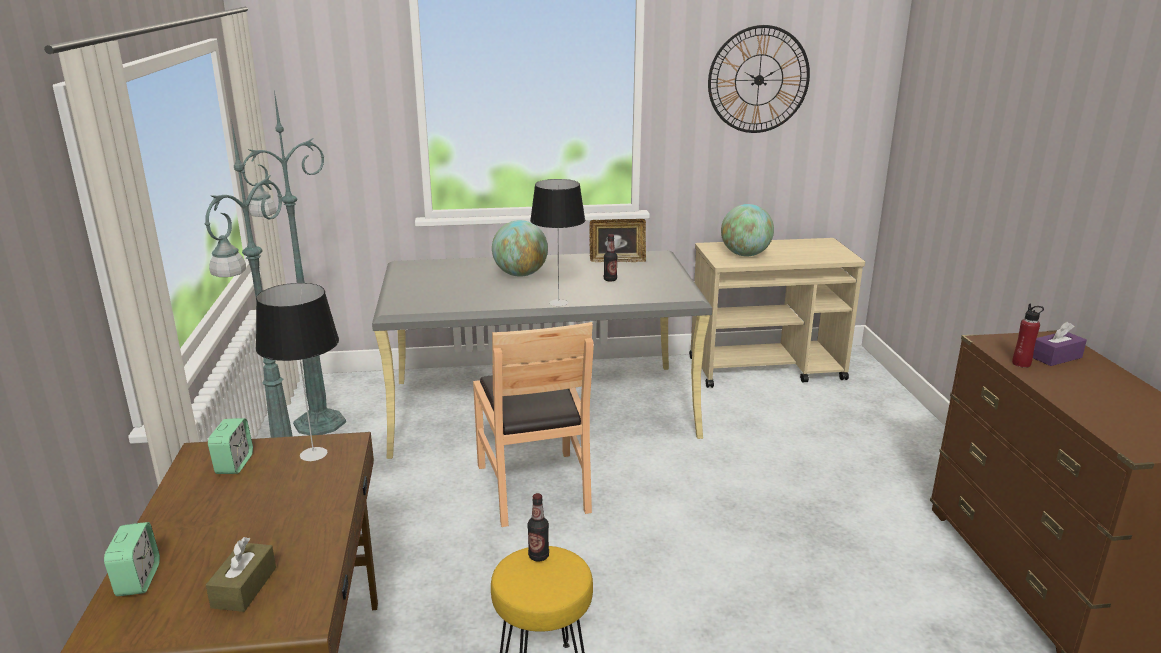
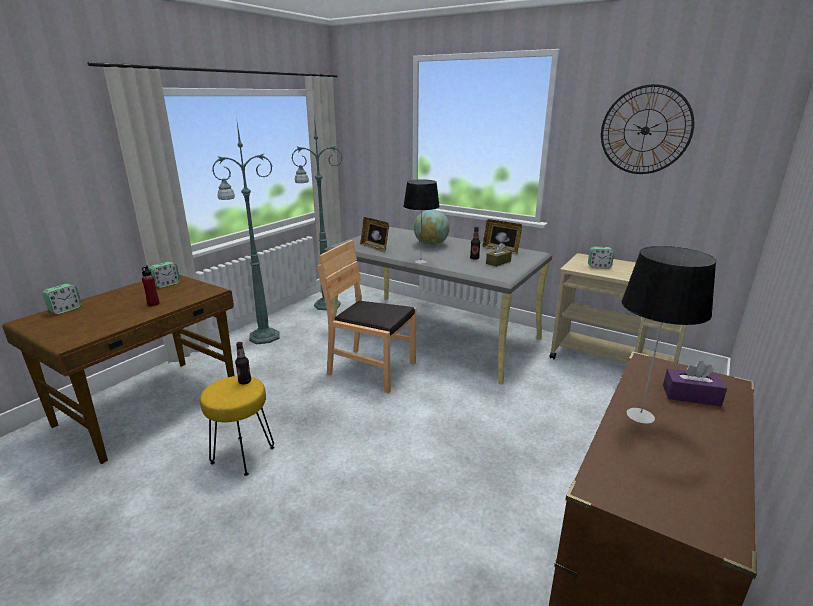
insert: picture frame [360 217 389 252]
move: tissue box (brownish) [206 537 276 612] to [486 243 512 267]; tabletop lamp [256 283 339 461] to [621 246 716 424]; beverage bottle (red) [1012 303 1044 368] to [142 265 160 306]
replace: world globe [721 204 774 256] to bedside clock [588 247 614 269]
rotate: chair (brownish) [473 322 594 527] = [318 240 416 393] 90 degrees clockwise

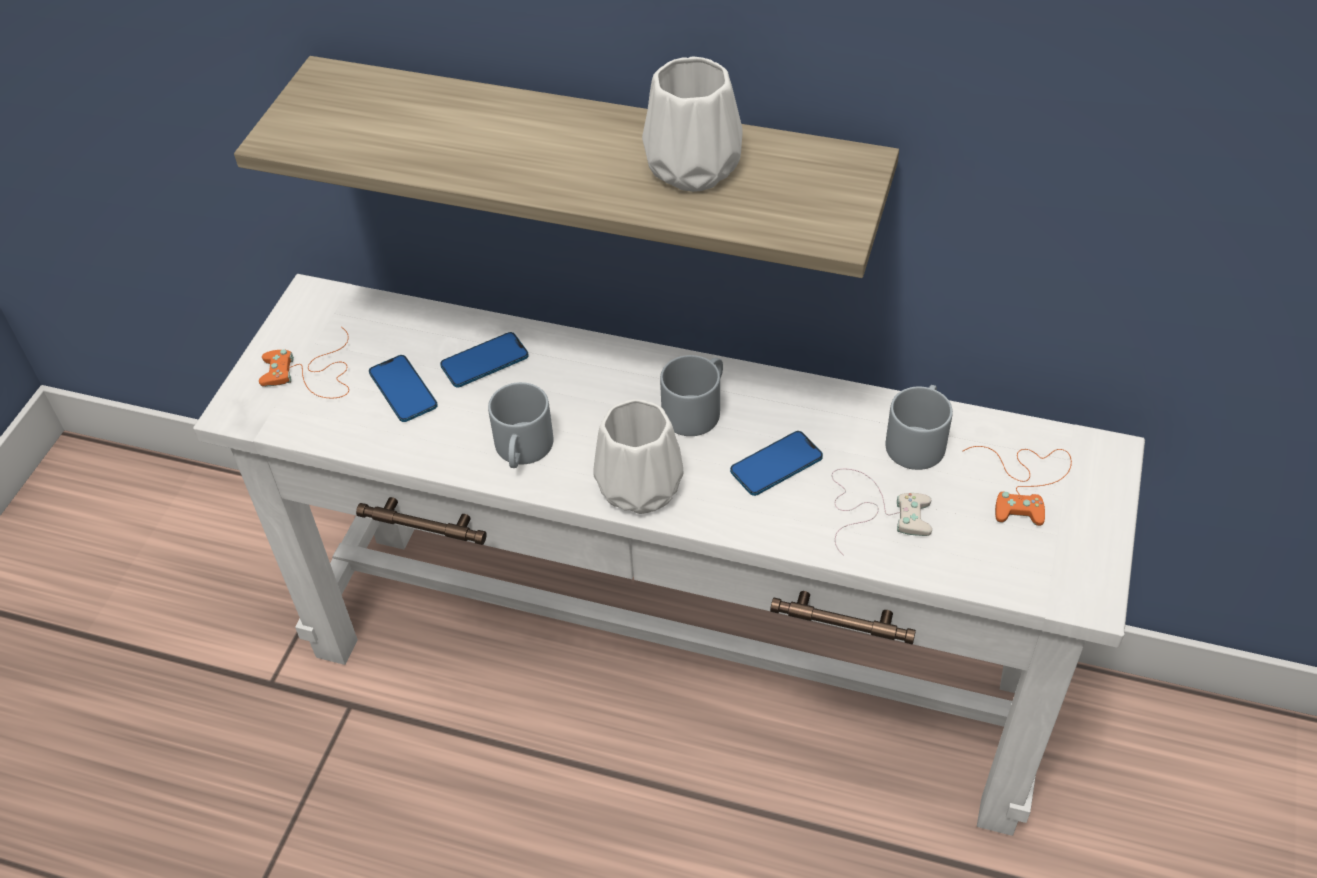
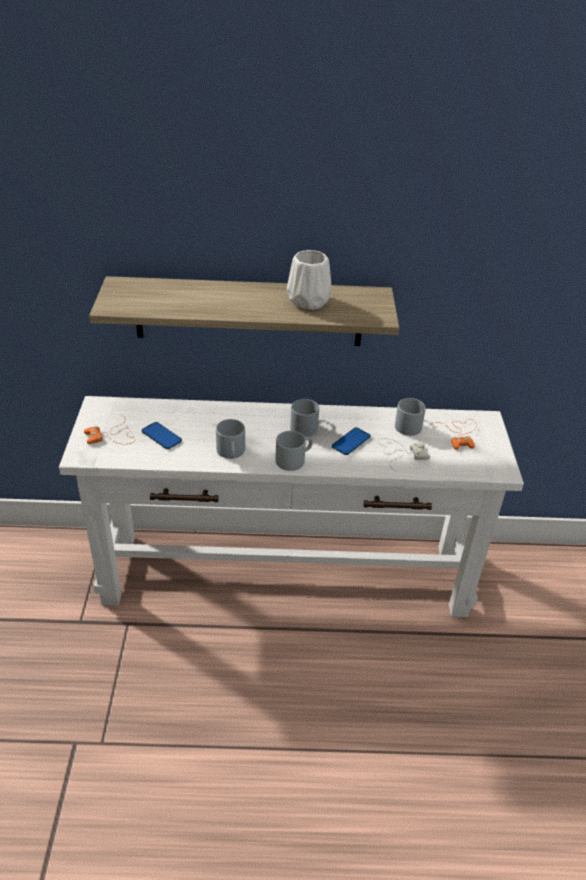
delete: handset [440 332 529 387]
replace: vase (white-coloured) [593 399 683 514] to tea mug (grey) [275 431 313 471]

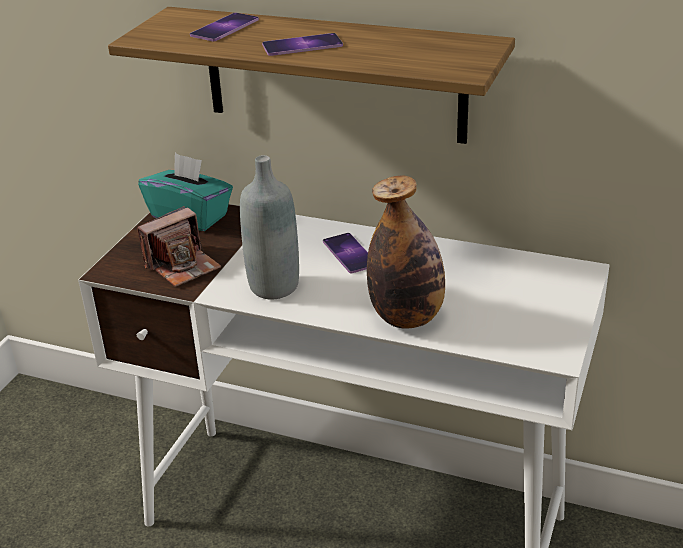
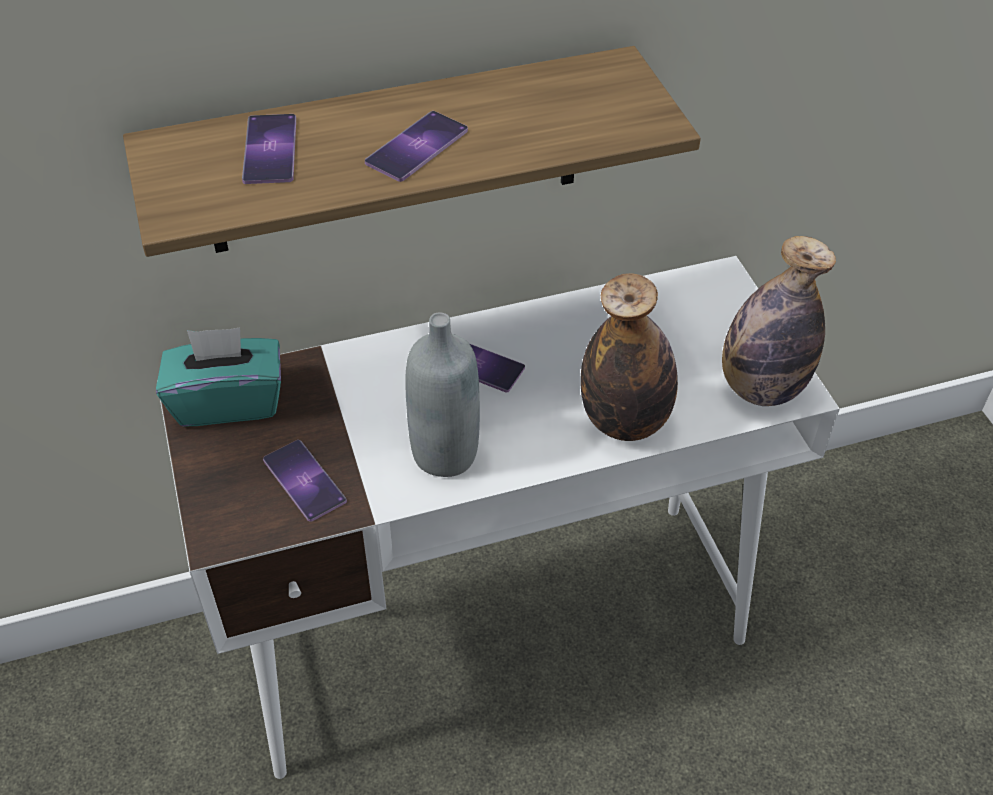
insert: beverage bottle [722 236 836 406]
replace: still camera [137 206 221 287] to handset [263 440 347 522]

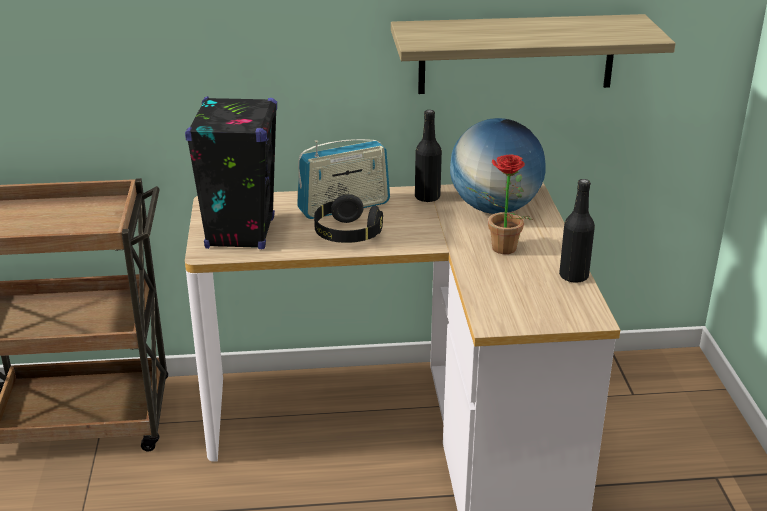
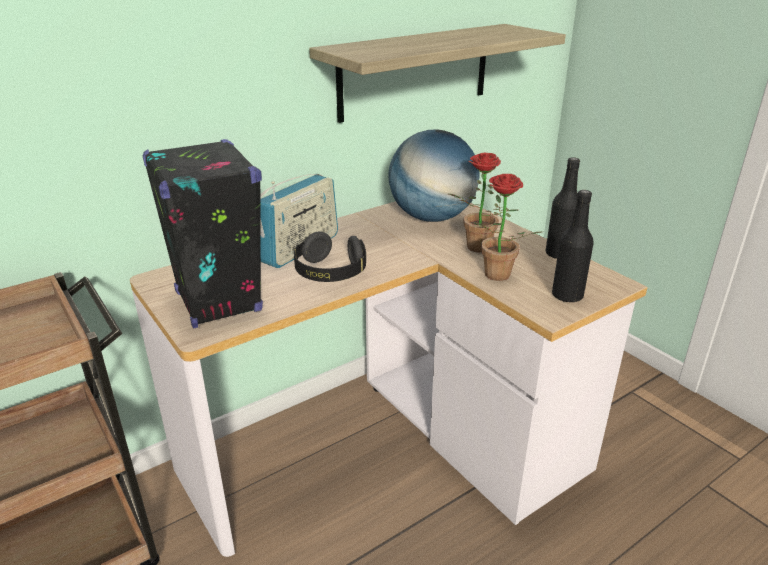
insert: plant in a pot [473 174 541 281]
move: beverage bottle (black-coloured) [415 110 442 202] to [552 190 594 302]

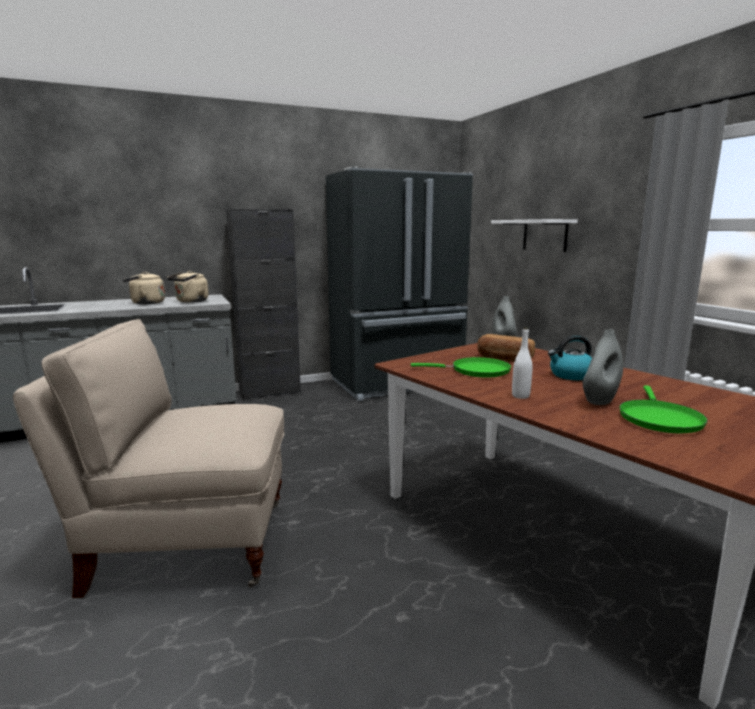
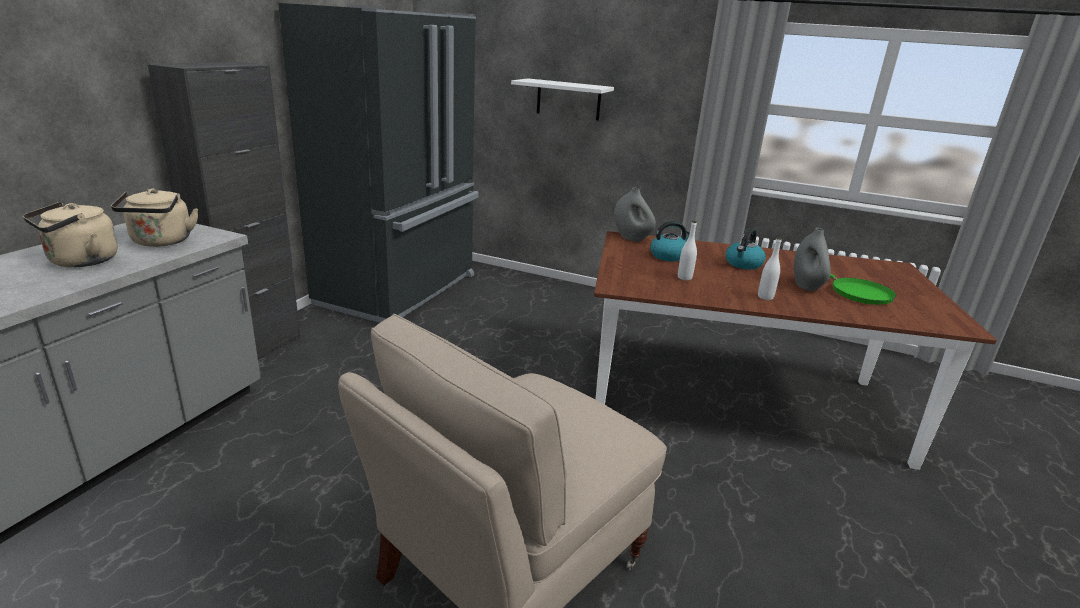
replace: pan (greenish) [411 357 511 378] to beverage bottle (white-coloured) [678 221 697 280]; bread [477 334 535 361] to water kettle [650 221 690 261]

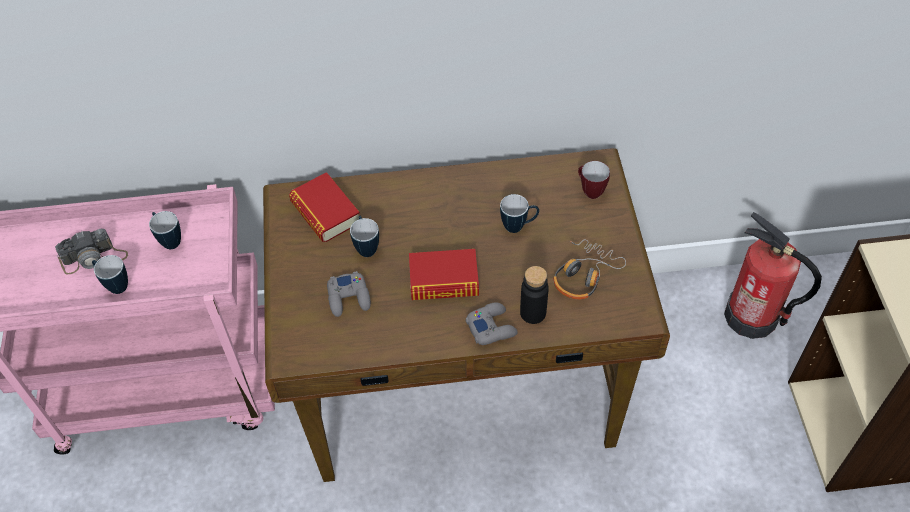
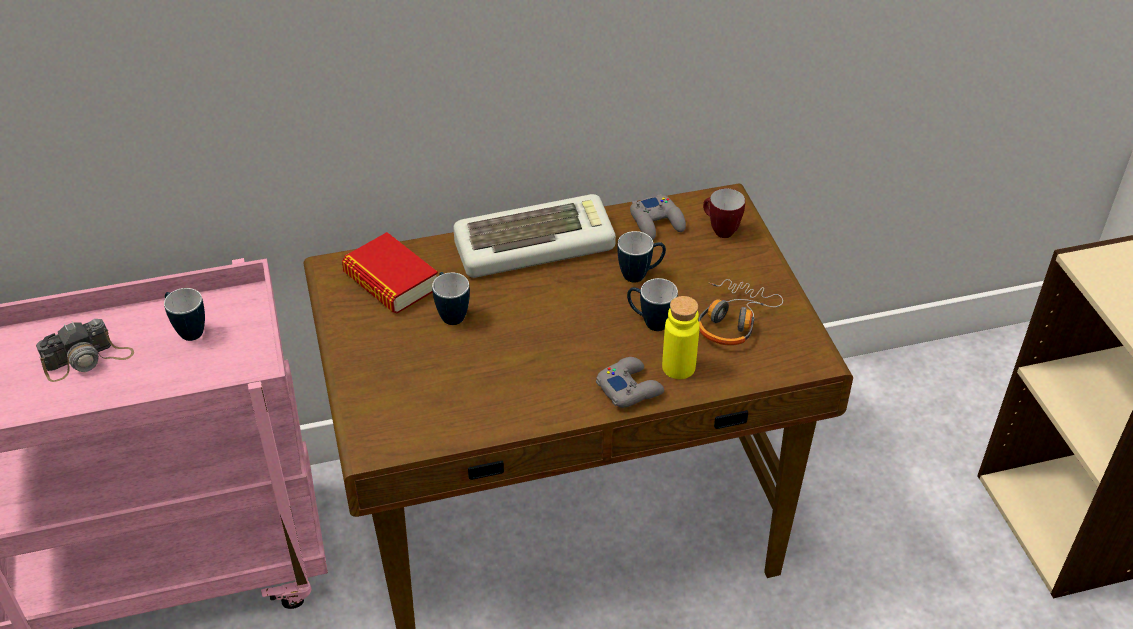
delete: volume [409 249 479 300]; extinguisher [724 212 822 339]
insert: PC keyboard [453 194 616 278]
move: tea mug [92 255 128 294] to [627 278 678 331]; gamepad (grey) [327 271 371 317] to [630 194 686 240]
recolor: beverage bottle (black-coloured) [520 266 549 324] to beverage bottle (yellowish) [662 296 700 379]

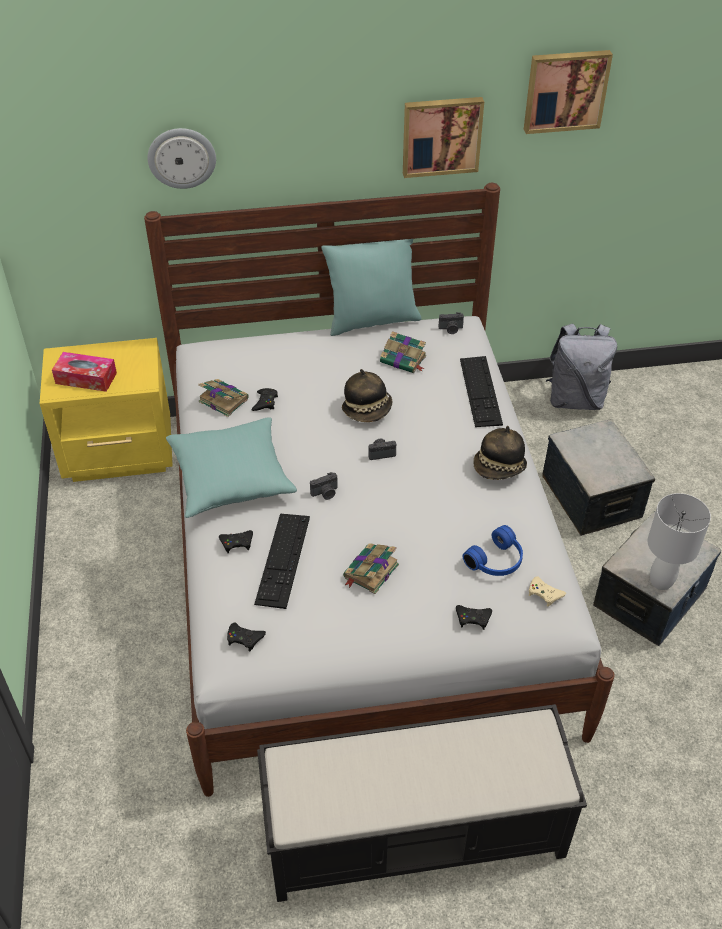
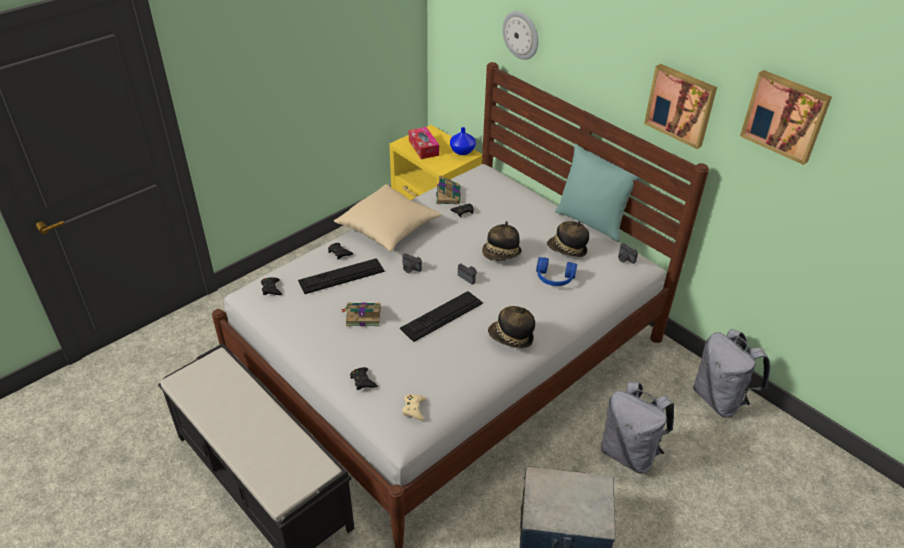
delete: tabletop lamp (white-coloured) [648 493 711 590]
insert: vase (blue) [450 127 476 155]
move: PC keyboard [460 356 503 427] to [399 291 483 342]; headphones (blue) [463 525 523 576] to [536 257 577 286]
replace: volume [380 331 426 373] to wearable hat [547 221 589 257]; storage container [542 419 655 536] to rucksack (grey) [601 381 674 474]
recolor: pillow (blue-green) [166 418 297 518] to pillow (beige-coloured) [334 184 442 252]

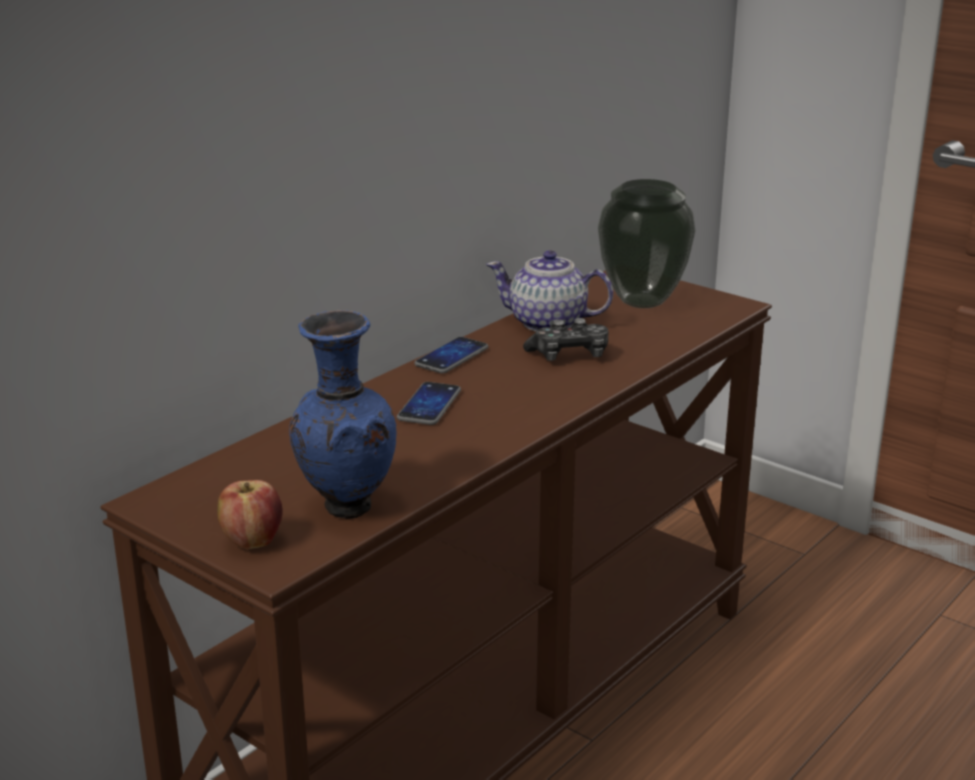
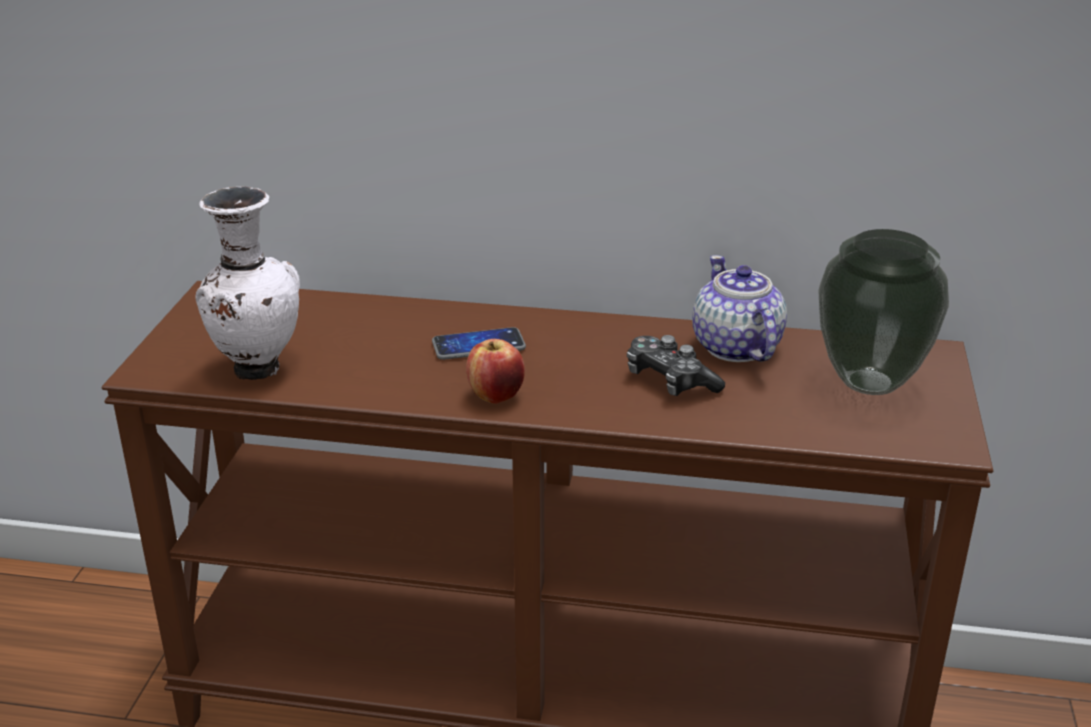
delete: handset [414 337 488 373]
move: apple fruit [217 480 283 549] to [466 339 525 404]
recolor: vase (blue) [289 310 397 519] to vase (white-coloured) [195 187 300 380]

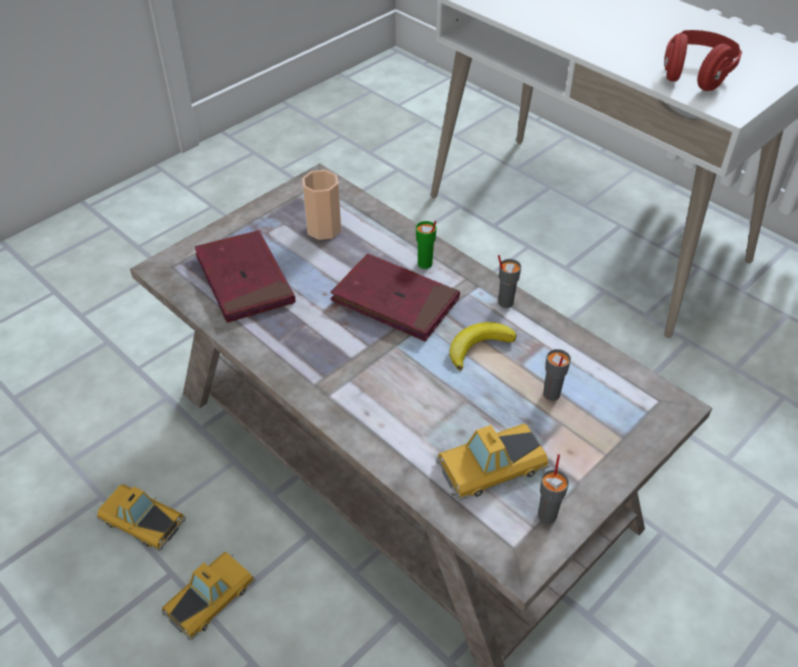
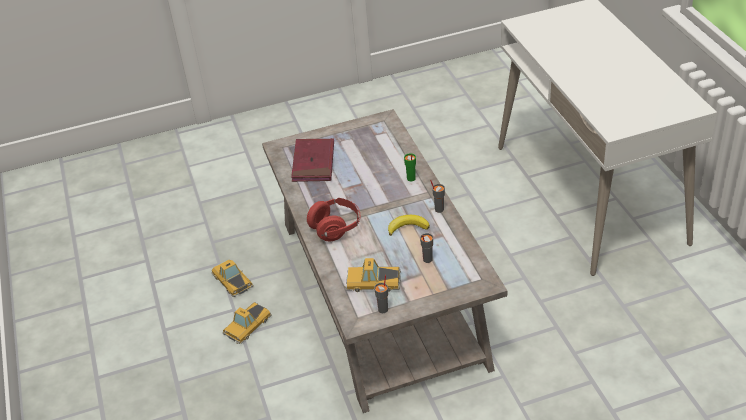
delete: cup [302 170 341 240]; volume (red) [330 254 460 341]
move: headphones (red) [664 30 742 91] to [307 198 360 241]
rotate: model car [161 552 255 640] = [223 302 272 344] 150 degrees clockwise

